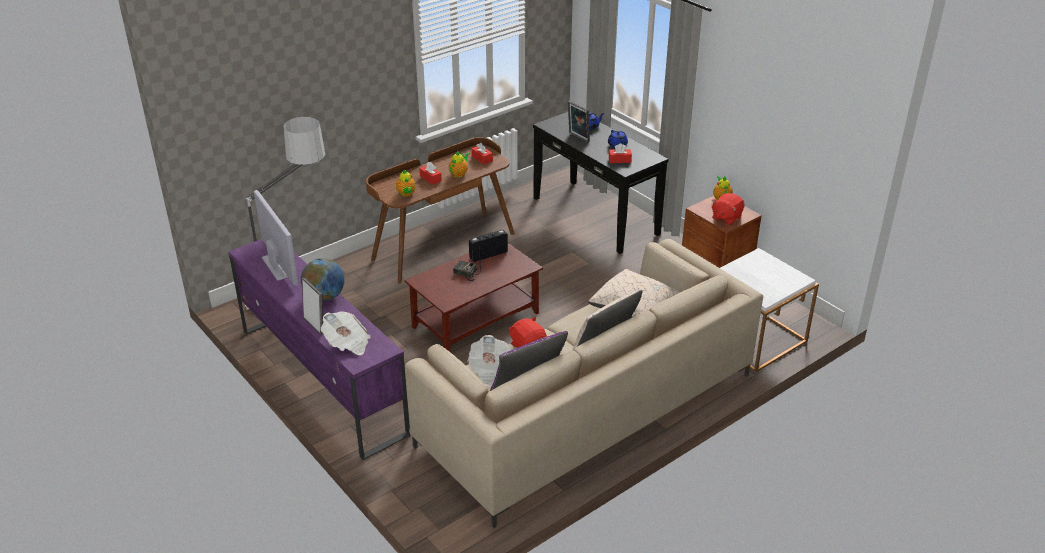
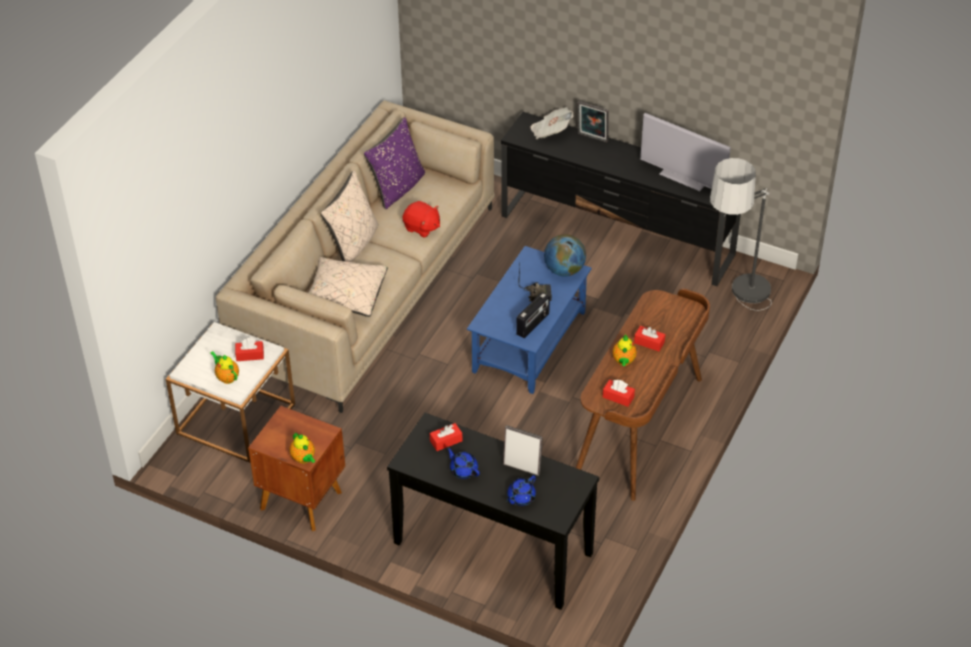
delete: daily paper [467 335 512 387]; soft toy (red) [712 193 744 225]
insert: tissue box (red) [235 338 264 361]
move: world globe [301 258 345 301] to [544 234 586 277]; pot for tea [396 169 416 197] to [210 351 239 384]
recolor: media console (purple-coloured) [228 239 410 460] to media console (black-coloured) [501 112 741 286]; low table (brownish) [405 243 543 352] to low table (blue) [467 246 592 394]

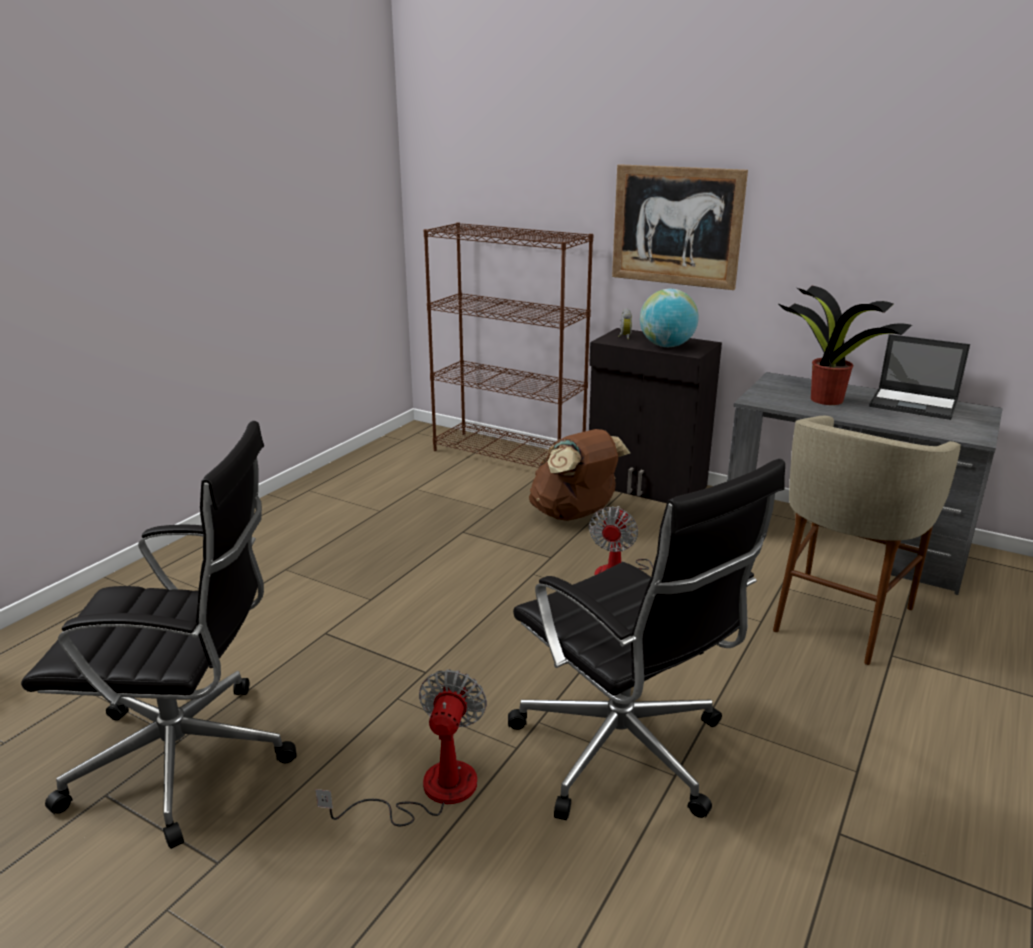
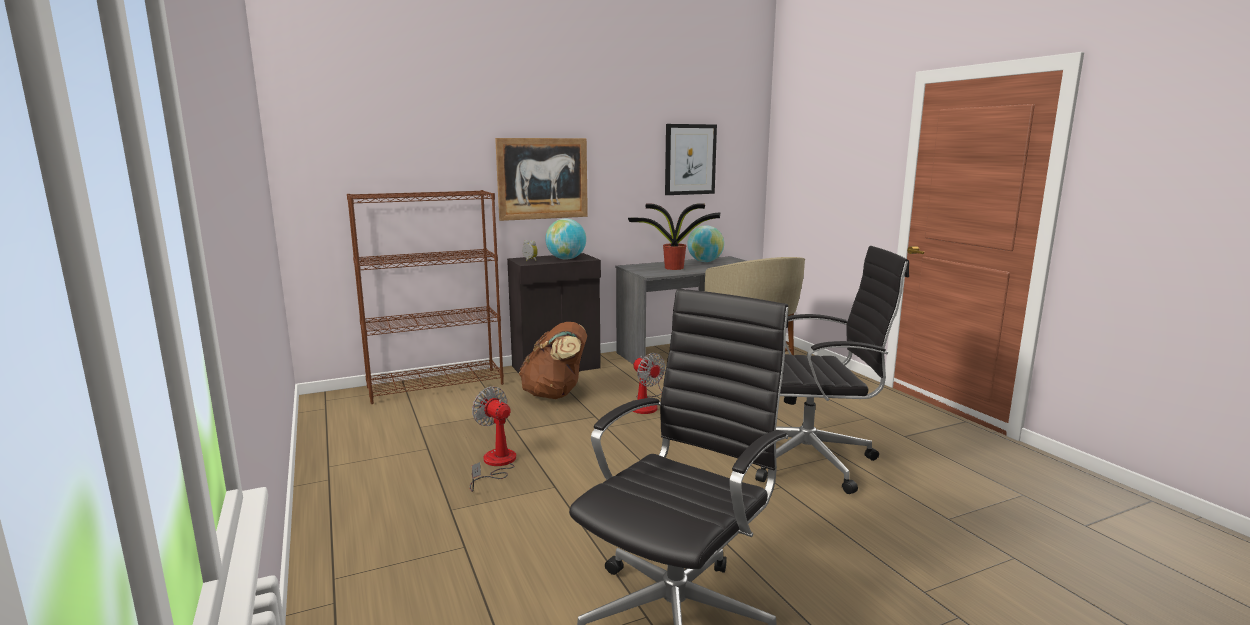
insert: picture [665 124 717 195]
move: fan [315 669 487 826] to [470 386 516 492]
replace: laptop [869 334 970 420] to world globe [687 225 724 262]

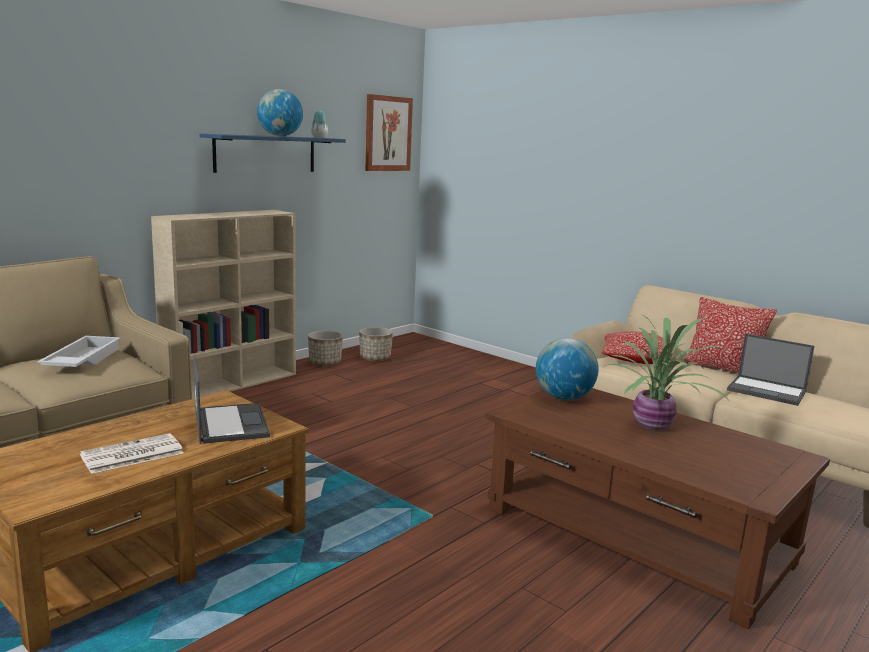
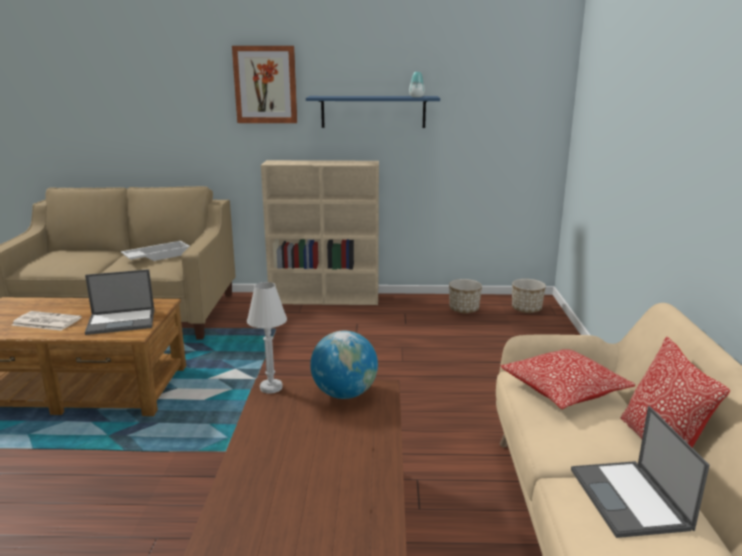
delete: world globe [257 89 303 136]; plant in a pot [603 315 729 430]
insert: tabletop lamp (white-coloured) [247 282 287 394]
move: plant pot [308 330 343 366] to [512 279 546 313]; picture [365 94 413 171] to [232 46 297 123]
rotate: laptop [193 355 270 444] = [85 269 154 335] 45 degrees clockwise

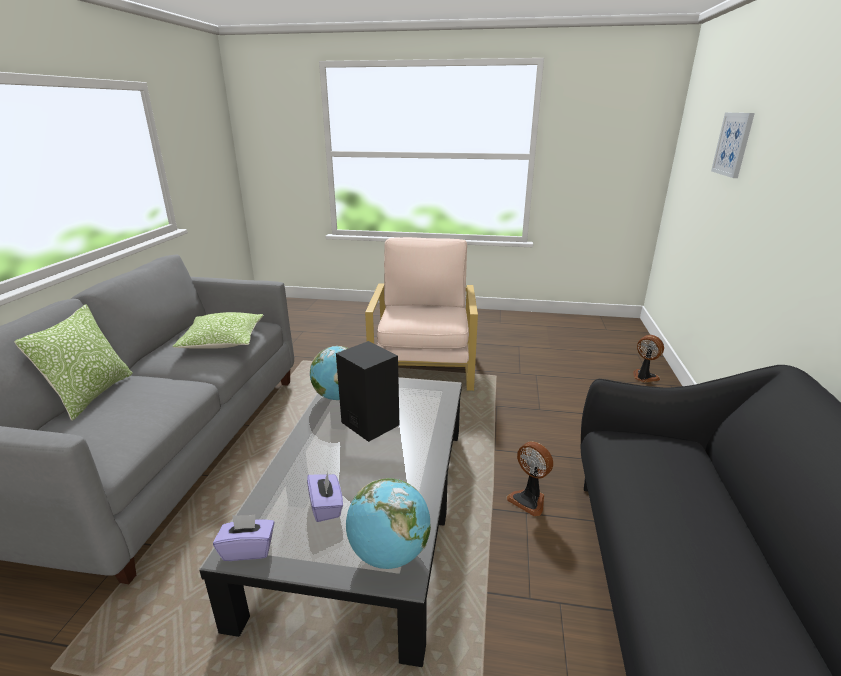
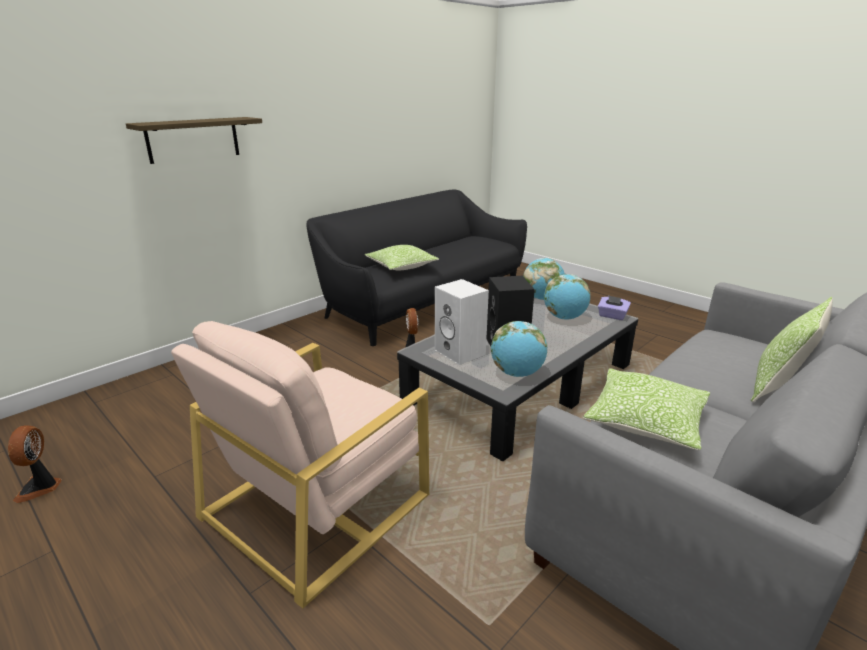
delete: picture [711 113 755 178]
insert: shelf [126 117 262 164]; pillow [365 245 439 270]; audio speaker (white-coloured) [435 279 489 365]
move: fan [633 335 664 382] to [8 425 62 503]
replace: tissue box (purple-coloured) [307 472 343 522] to world globe [544 274 590 319]

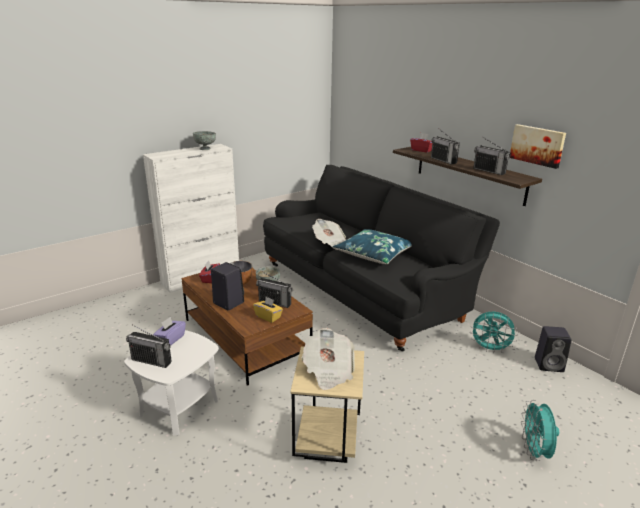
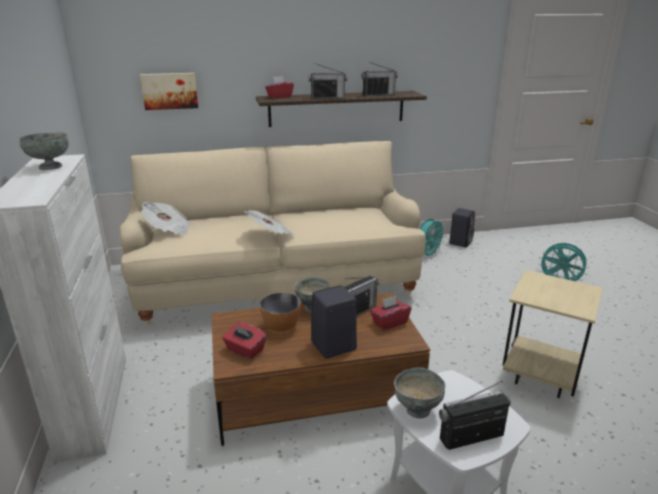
delete: pillow (blue) [333 229 412 264]
move: daily paper [302 328 355 390] to [141 202 191 236]; picture [510 124 566 169] to [140 73 198 110]
replace: tissue box (purple-coloured) [153 317 186 345] to serving bowl (grey) [394 367 445 419]
recolor: tissue box (yellowish) [253 297 283 323] to tissue box (red) [370 295 412 330]; settee (black-coloured) [263 165 500 352] to settee (beige-coloured) [120 141 426 325]
rotate: radio receiver [126 325 172 368] = [439 381 511 450] 150 degrees counterclockwise

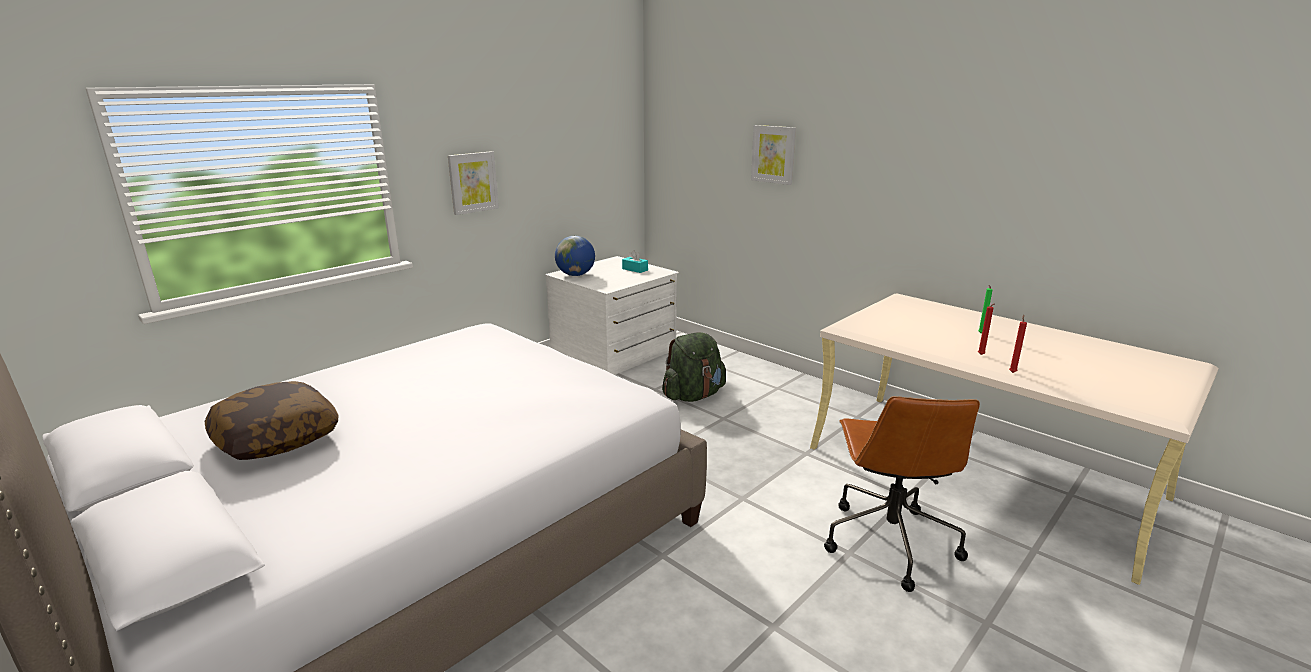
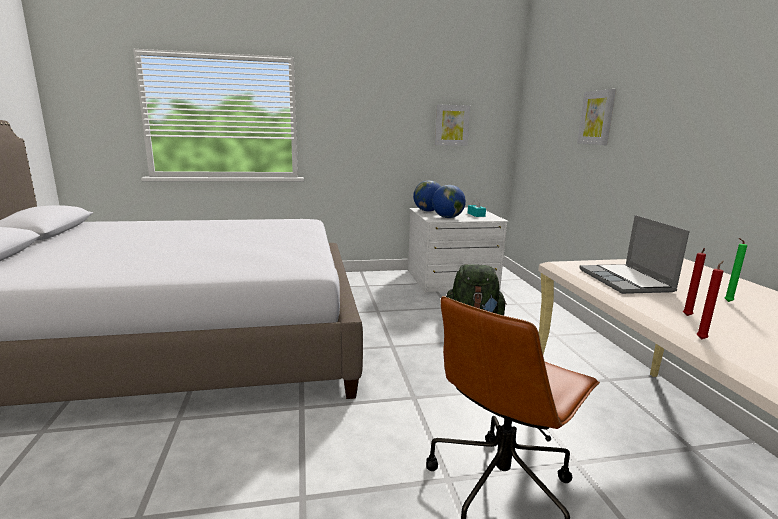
delete: pillow [205 381 339 460]
insert: world globe [432 185 466 218]; laptop [579 215 690 294]
move: picture [448 151 499 215] to [435 104 470 146]

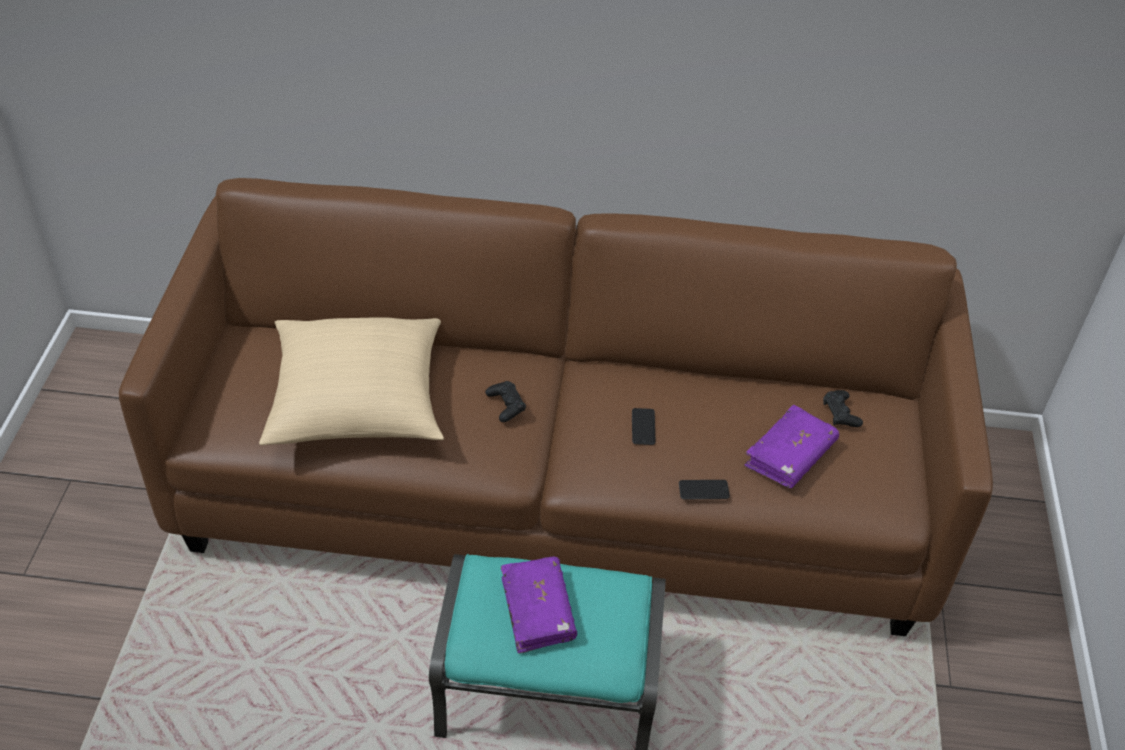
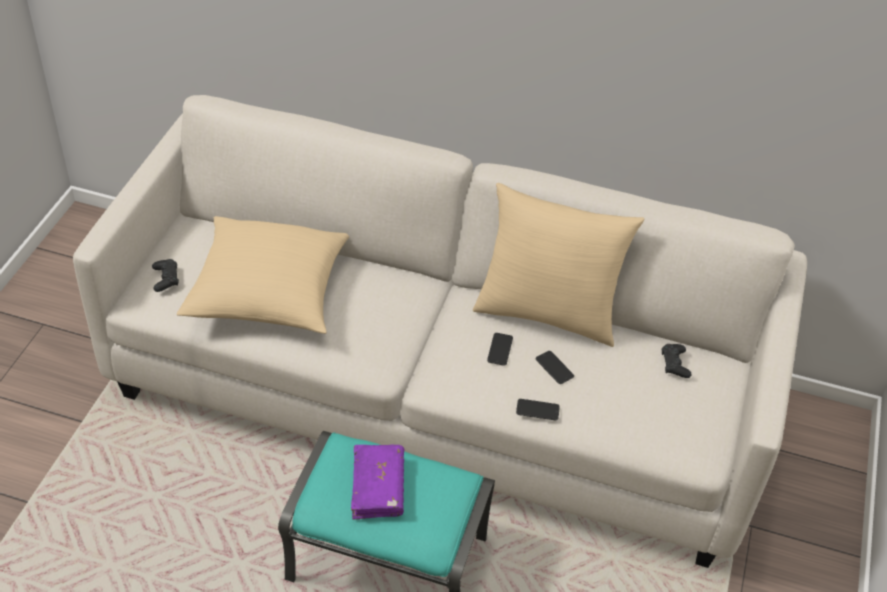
delete: volume (purple-coloured) [744 405 839 488]
insert: pillow (beige-coloured) [473 183 644 347]; handset [536 351 574 384]
move: gamepad (black-coloured) [485 381 526 422] to [152 259 179 292]
recolor: settee (brownish) [119 178 993 636] to settee (white-coloured) [73 95 807 568]

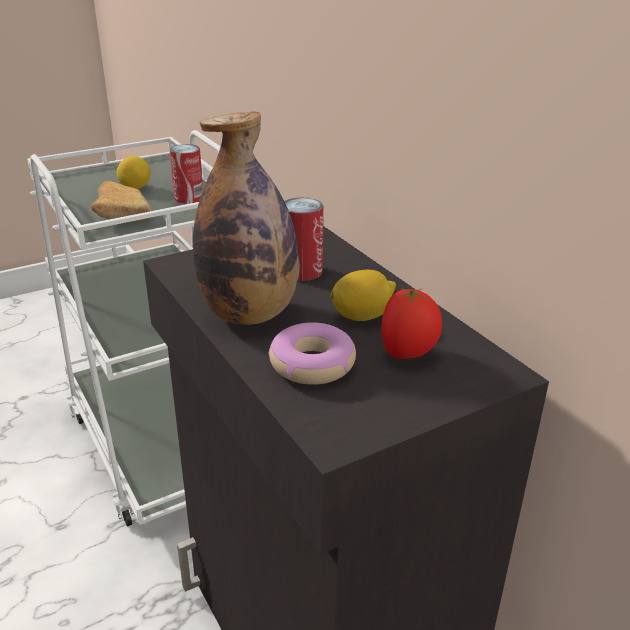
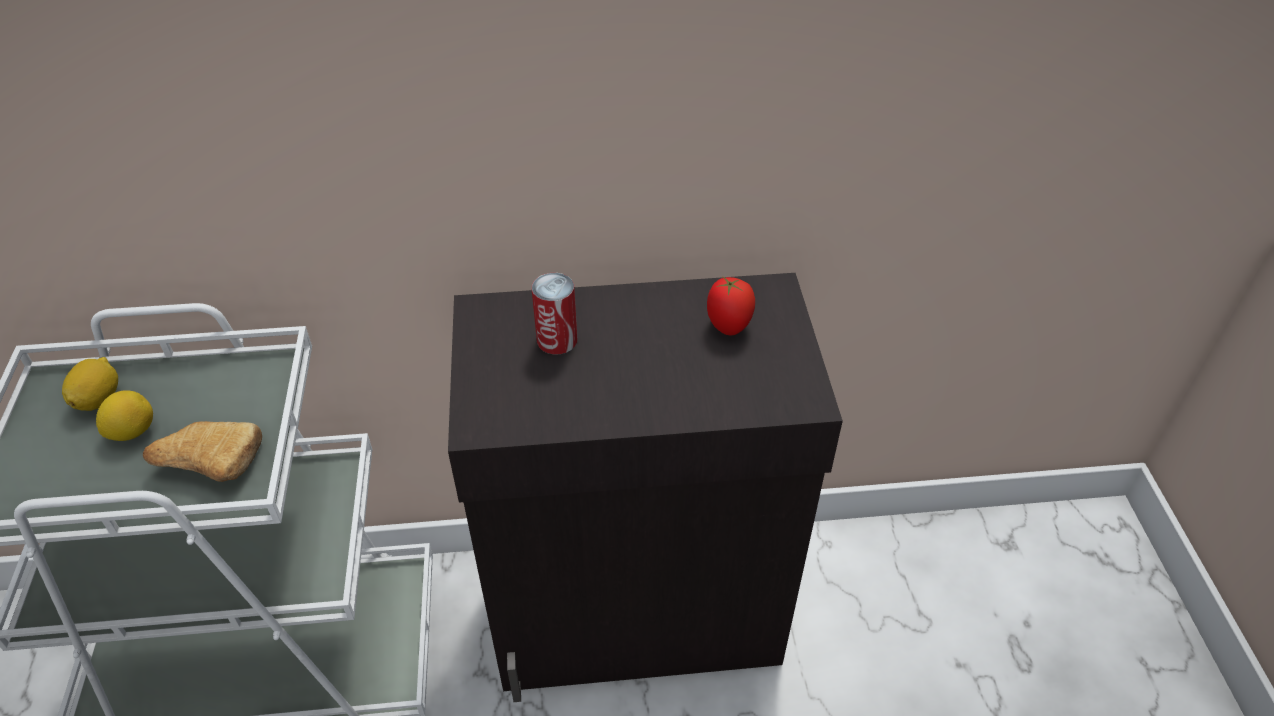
delete: can [169 144 203 204]; beverage bottle [193 112 298 325]; donut [269 323 356 385]
move: whole lemon [331 270 396 321] to [62 357 118 411]

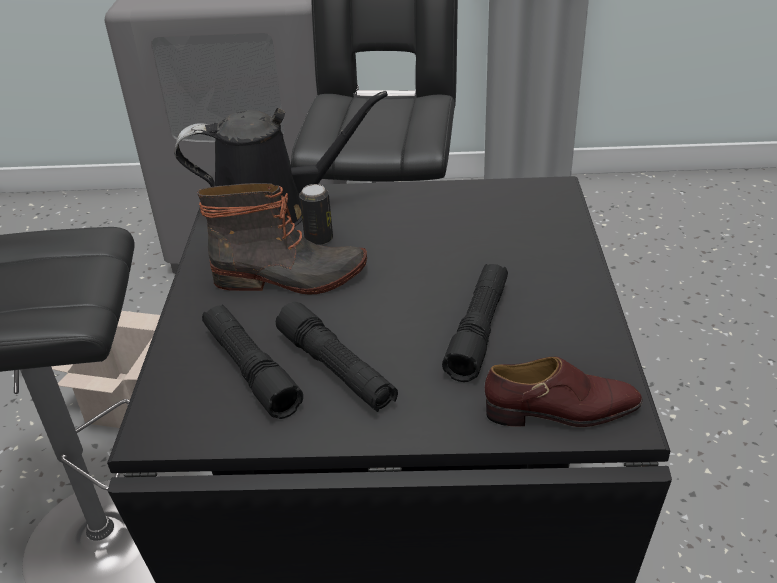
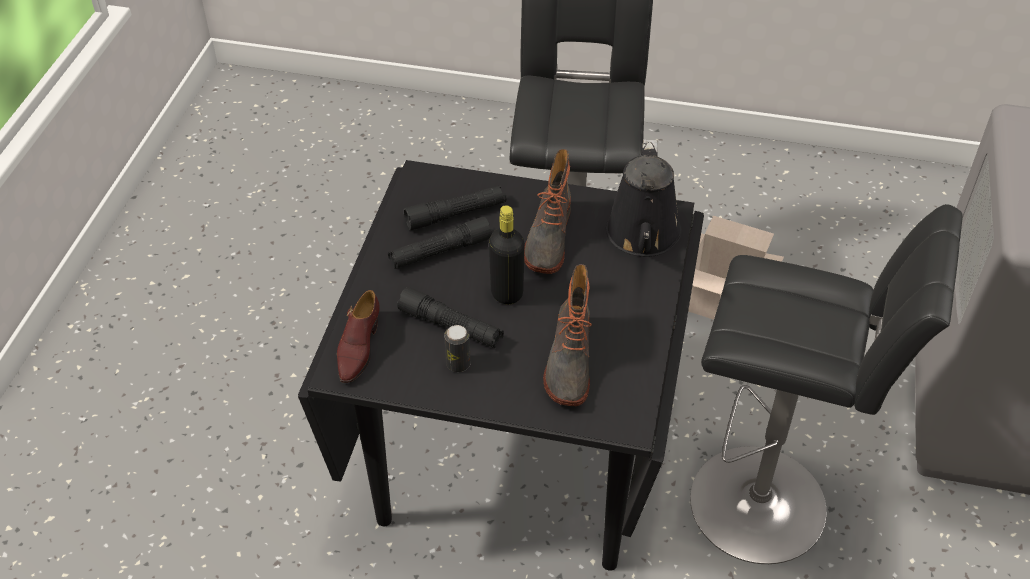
insert: beverage bottle (black-coloured) [489 205 525 304]; tall boot [543 264 592 406]
move: can [299 184 333 245] to [444 325 471 372]

